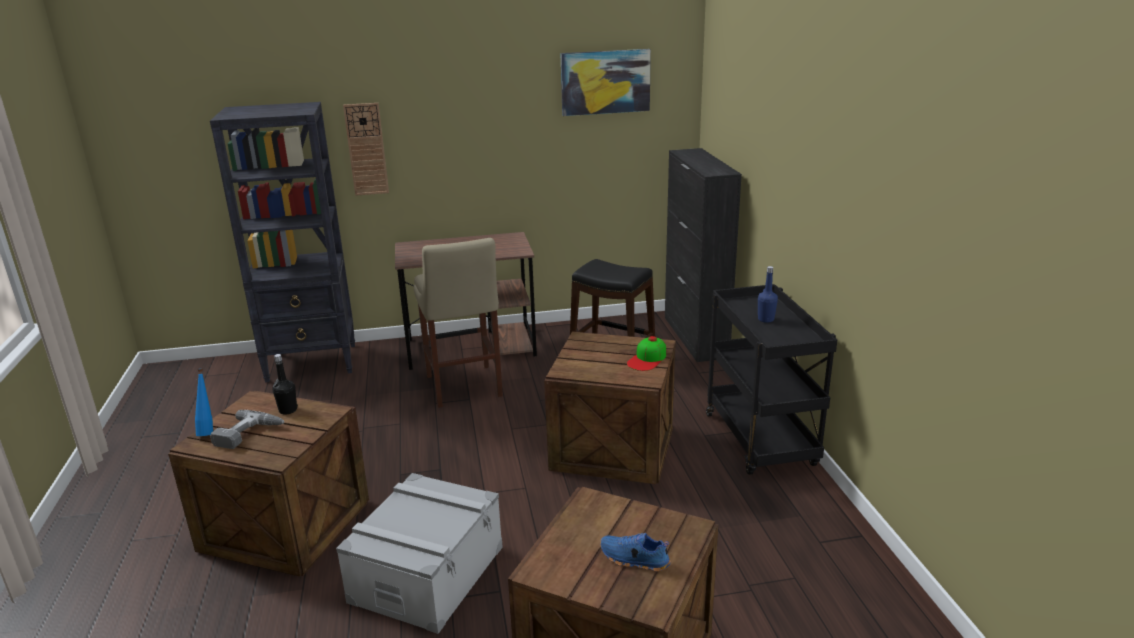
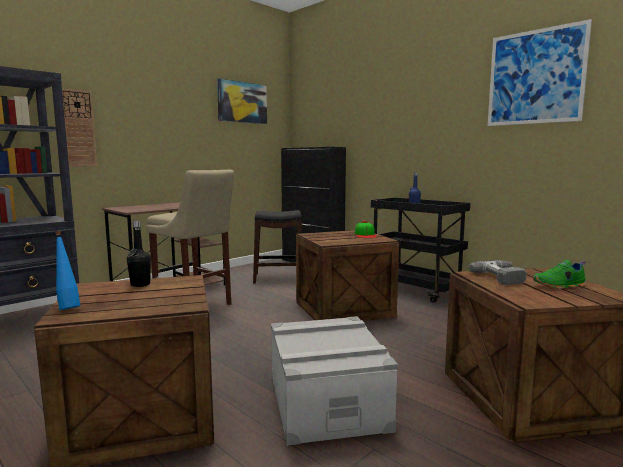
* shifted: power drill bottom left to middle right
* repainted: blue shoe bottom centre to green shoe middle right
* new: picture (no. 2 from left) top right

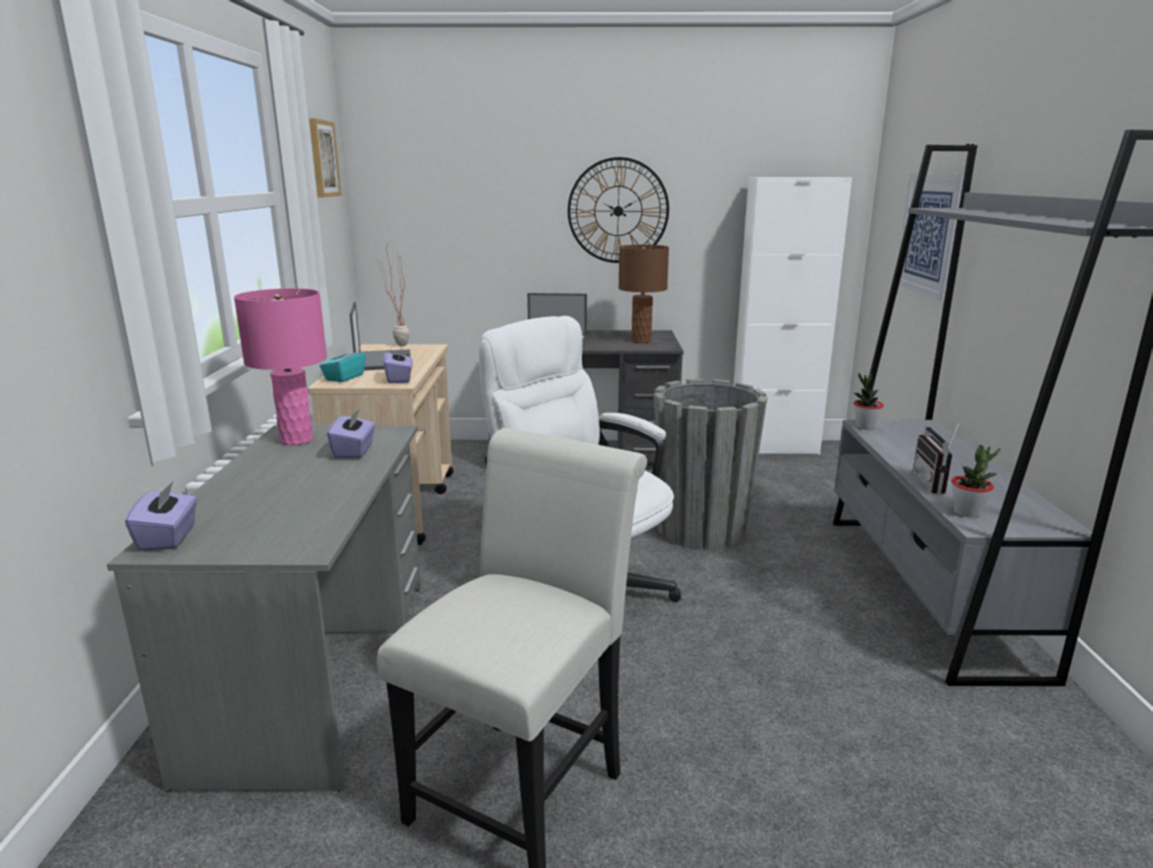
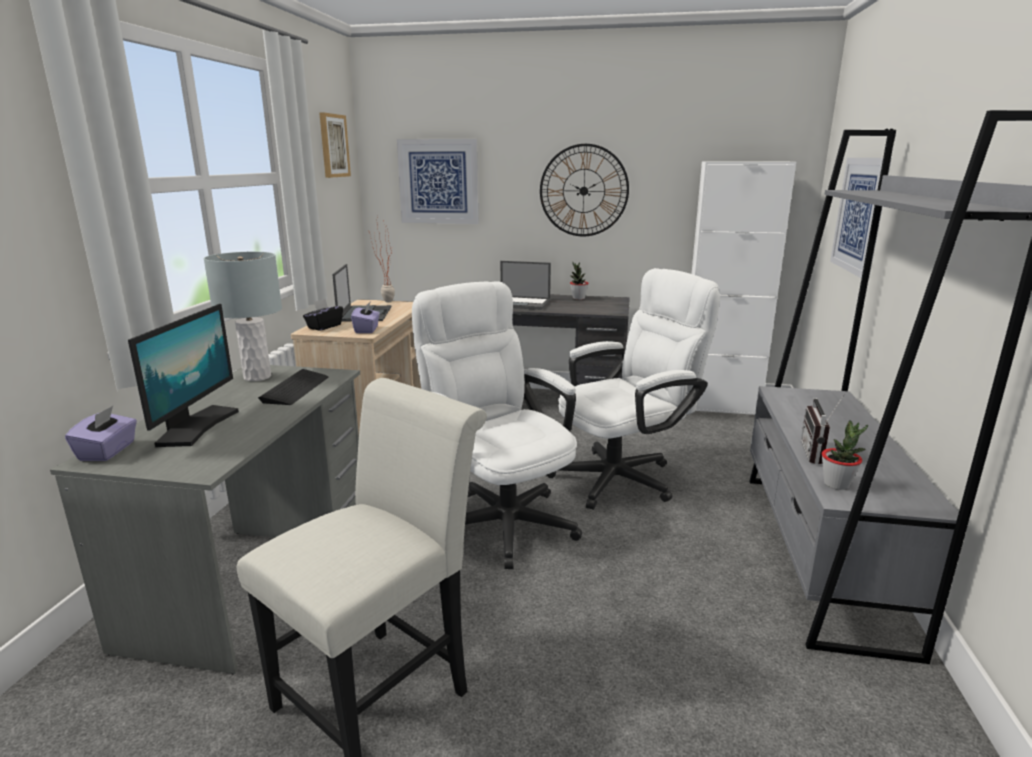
* gone: brown table lamp centre
* repainted: pink table lamp middle left to grey table lamp middle left
* repainted: turquoise tissue box middle left to black tissue box middle left
* shifted: potted plant (no. 2 from left) middle right to centre
* swapped: grey planter centre to white office chair (no. 2 from left) centre
* swapped: purple tissue box (no. 2 from left) middle left to keyboard middle left
* new: picture (no. 2 from left) top centre
* new: monitor middle left

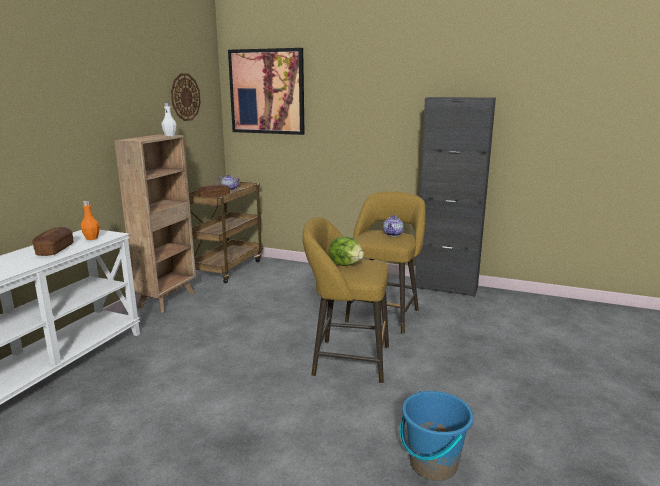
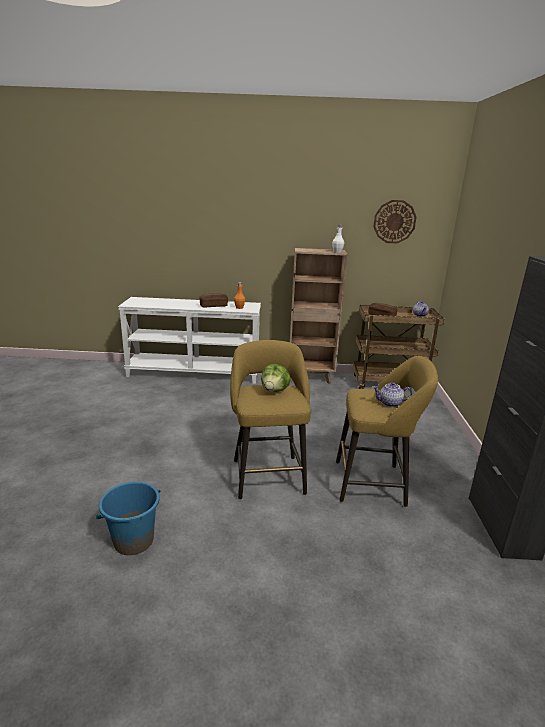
* gone: picture top centre

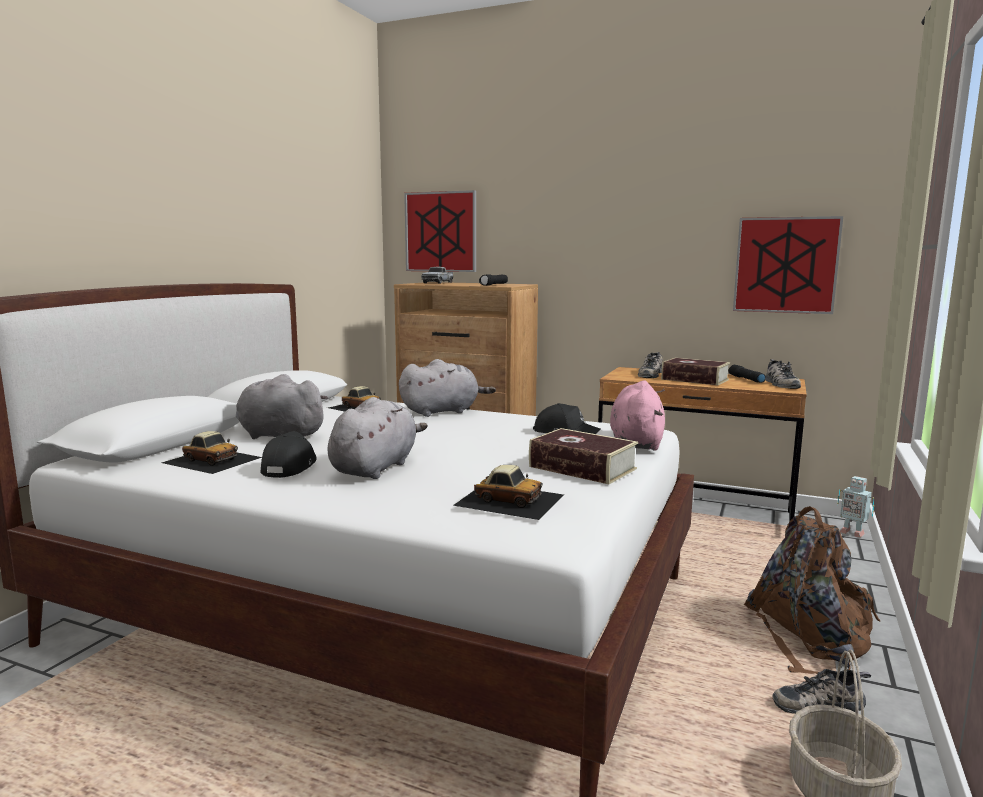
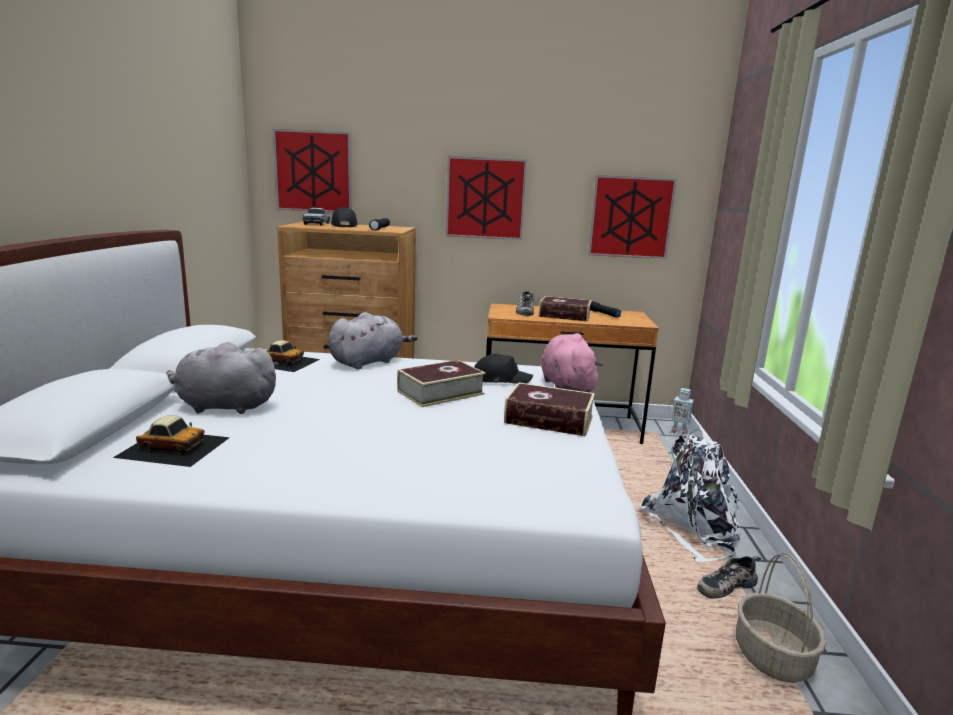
* gone: shoe (no. 2 from left) middle right
* gone: grey plush toy (no. 2 from left) centre
* shifted: black cap (no. 1 from left) middle left to top centre
* gone: toy car (no. 3 from left) centre
* repainted: brown backpack bottom right to white backpack bottom right
* new: picture (no. 2 from left) top centre
* new: book (no. 1 from left) centre

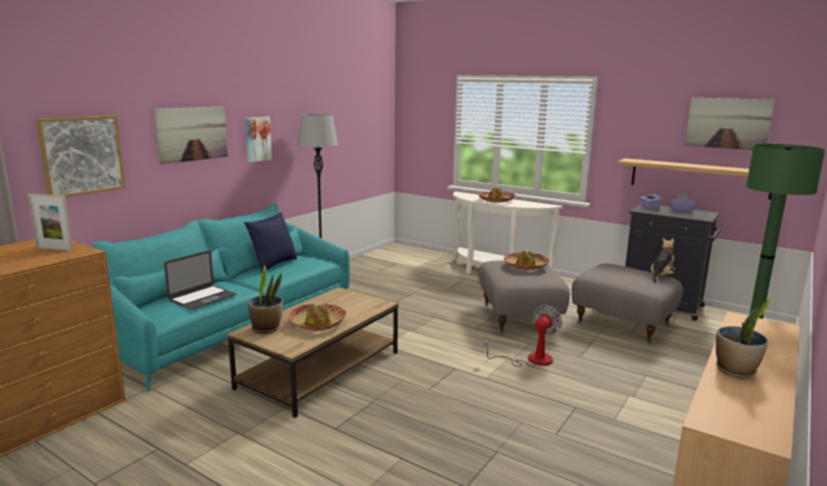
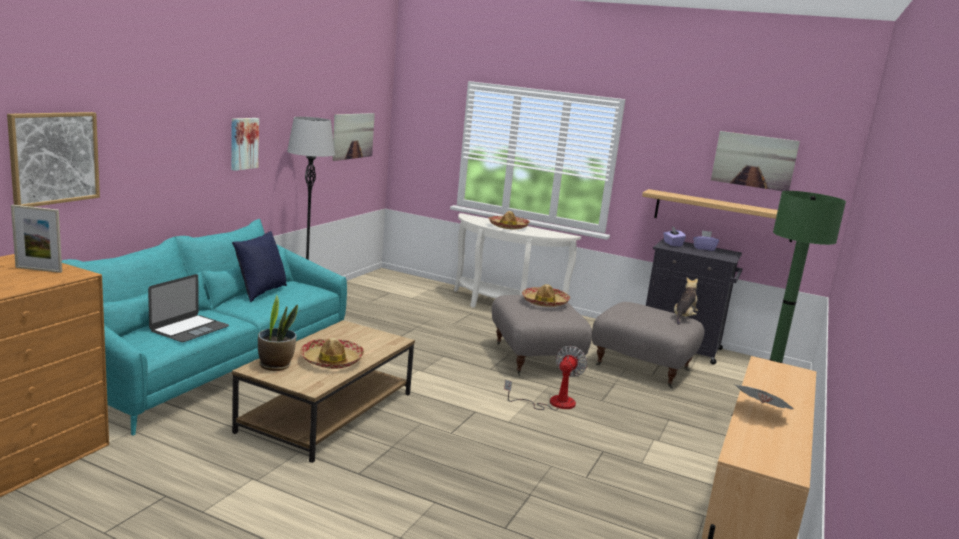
* shifted: picture (no. 2 from left in the first image) top left to picture (no. 3 from left) top centre
* swapped: potted plant (no. 2 from left) bottom right to newspaper bottom right

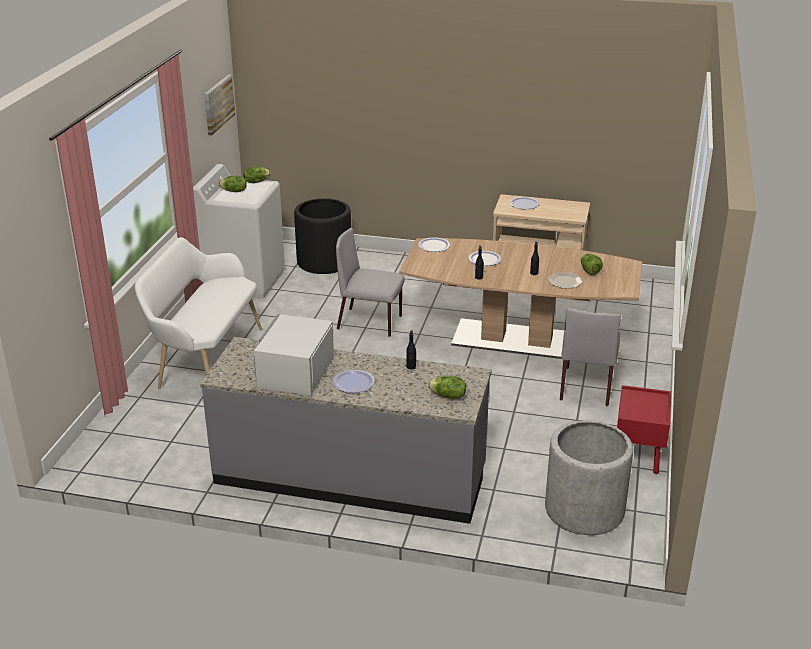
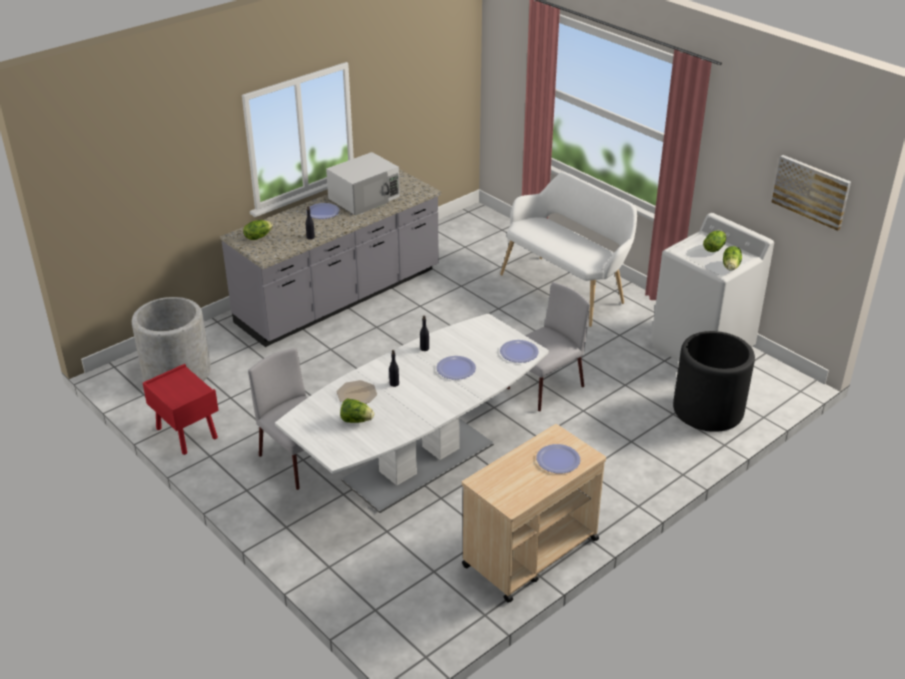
* repainted: brown dining table centre to white dining table centre
* rotated: white microwave centre = top centre 90 degrees clockwise

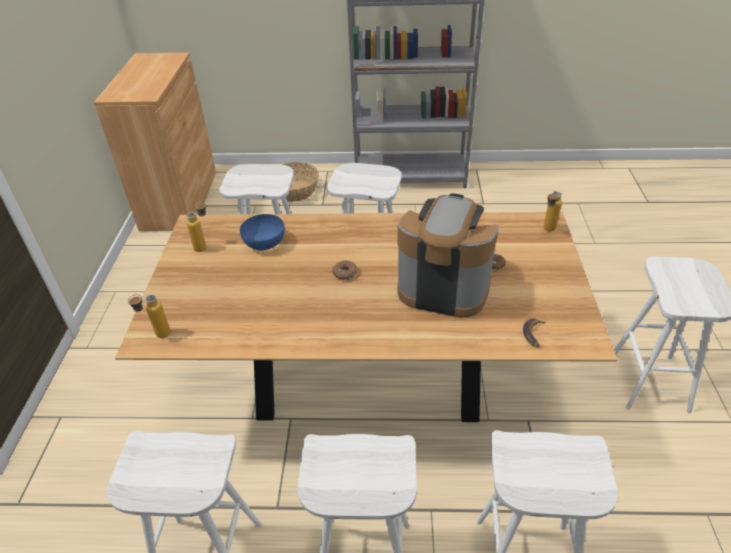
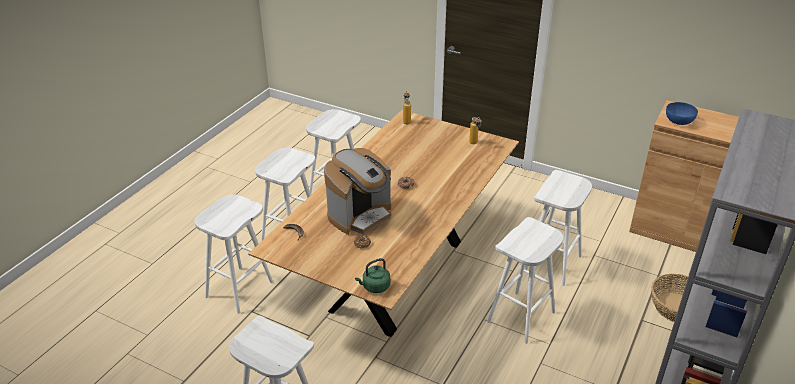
* swapped: bottle (no. 3 from left) middle right to green kettle bottom centre
* shifted: blue bowl centre to top right

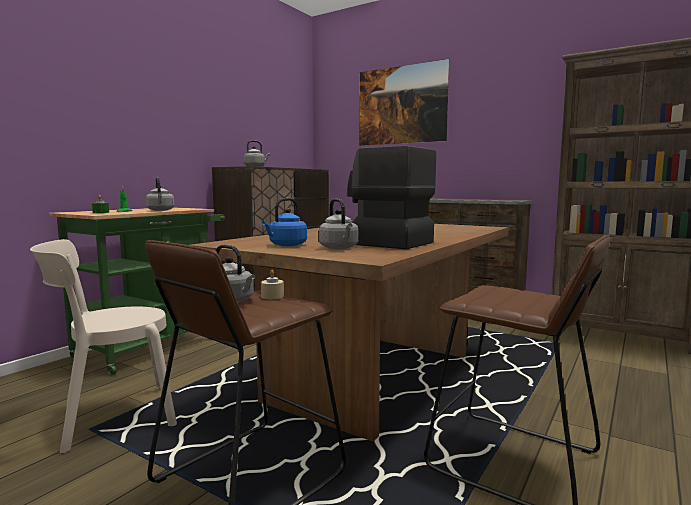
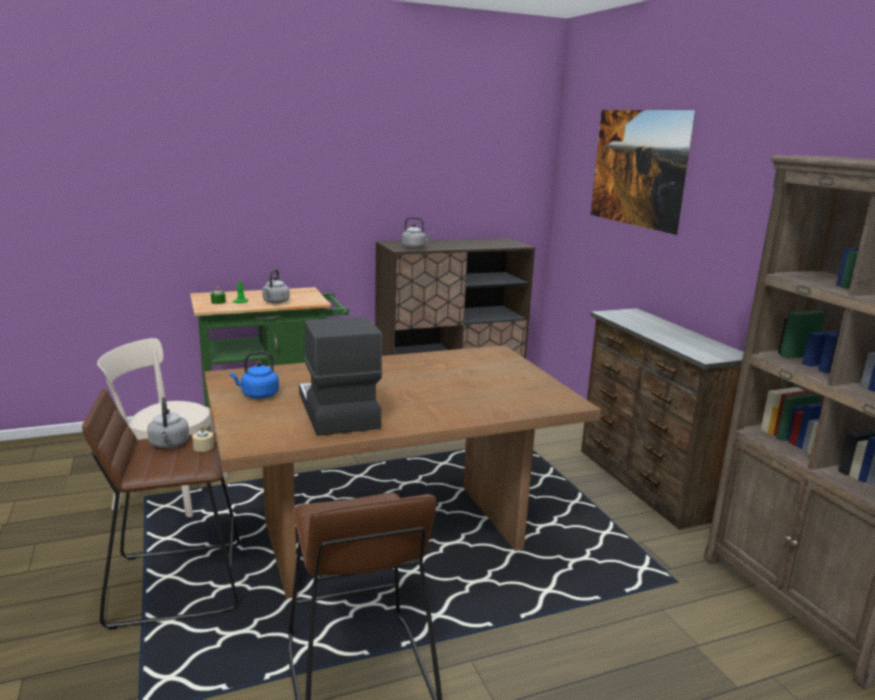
* gone: grey kettle (no. 4 from left) centre

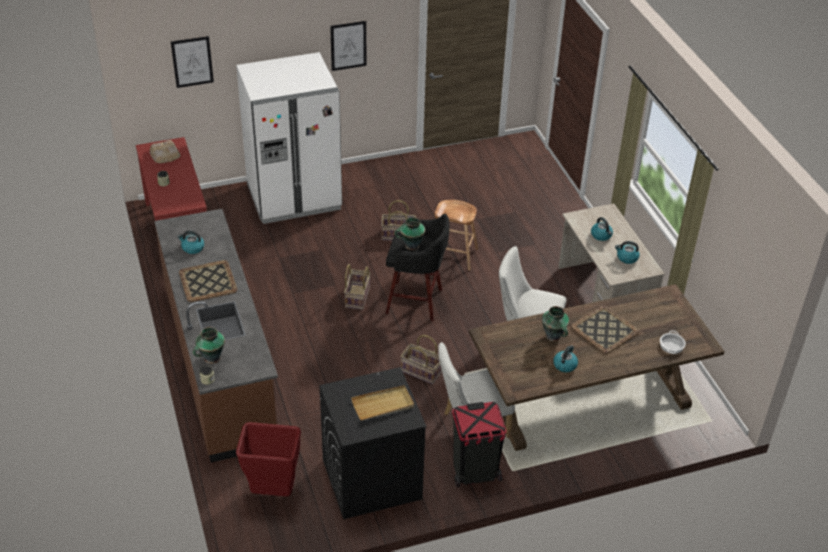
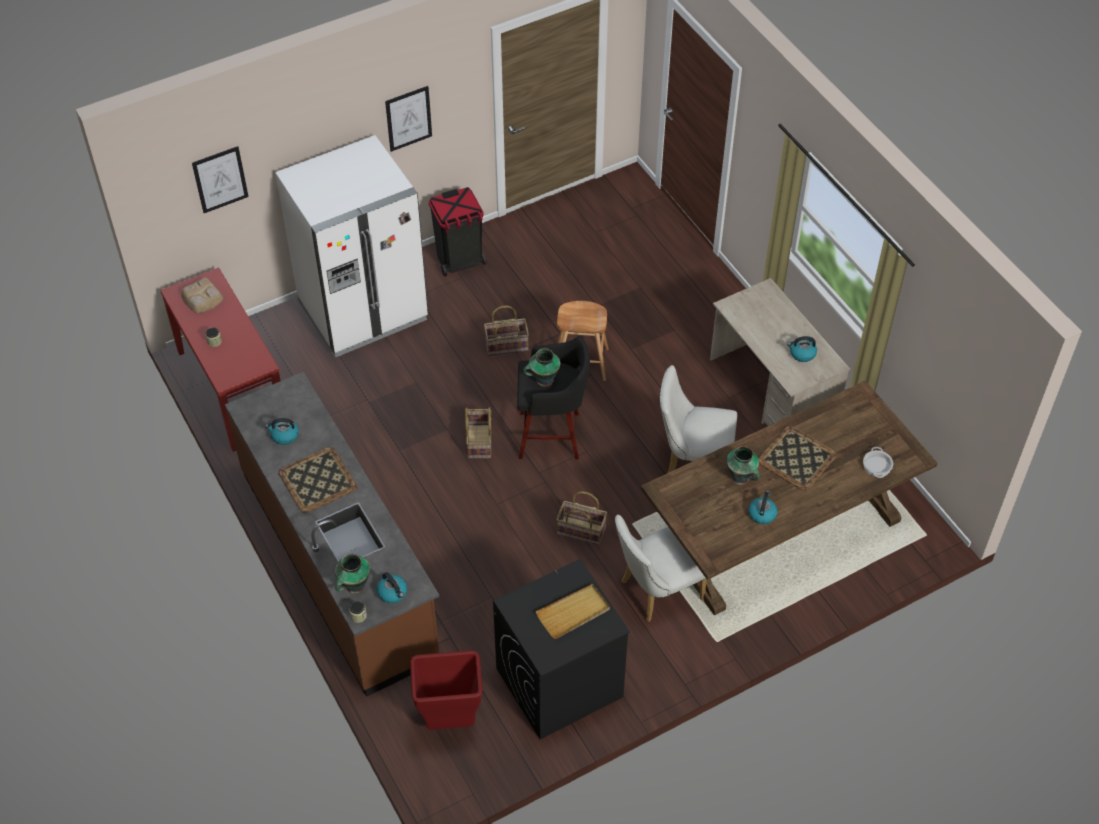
* shifted: kettle (no. 3 from left in the first image) middle right to kettle (no. 2 from left) bottom centre
* shifted: black trash can bottom centre to top centre

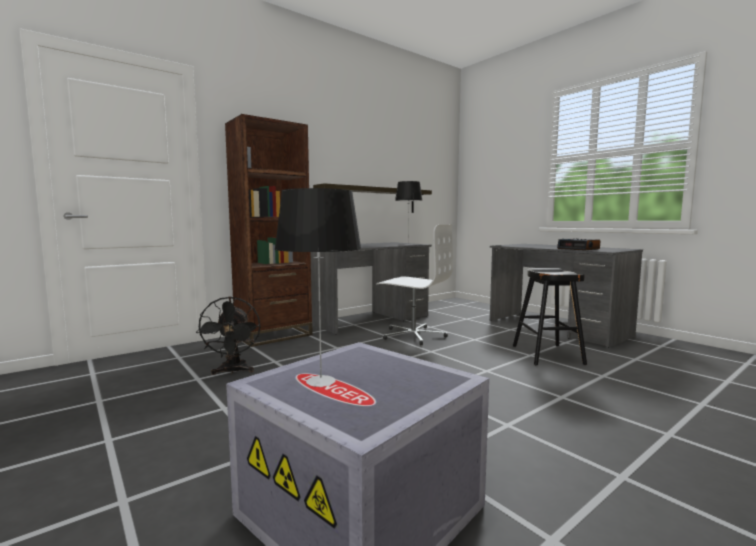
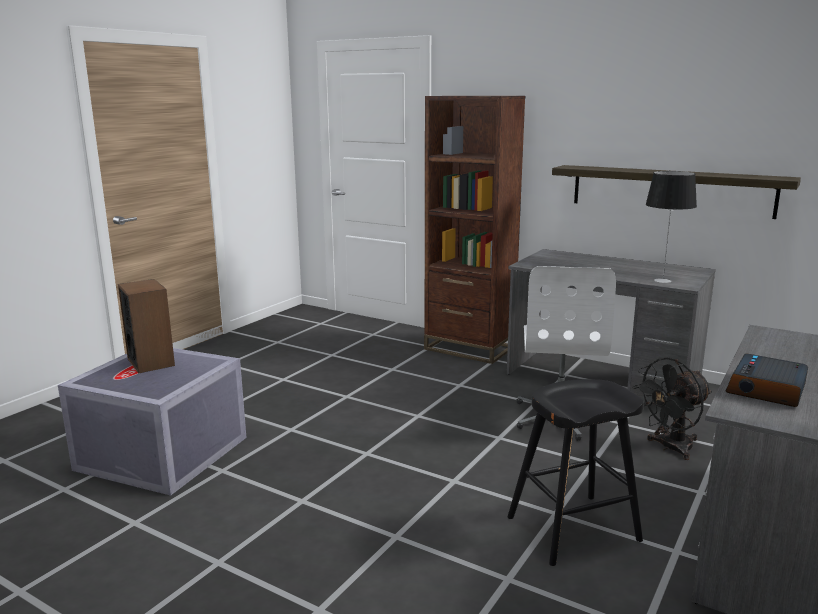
* swapped: table lamp (no. 1 from left) centre to speaker middle left
* shifted: black fan middle left to middle right

